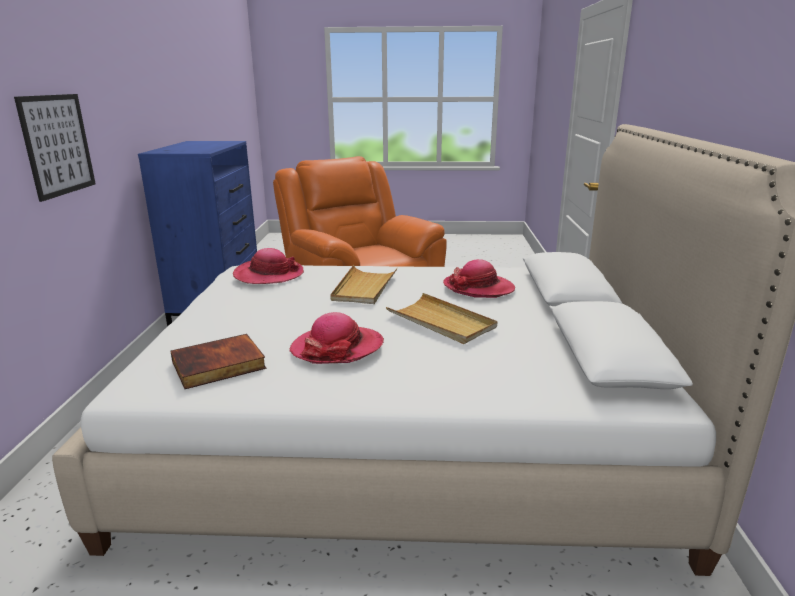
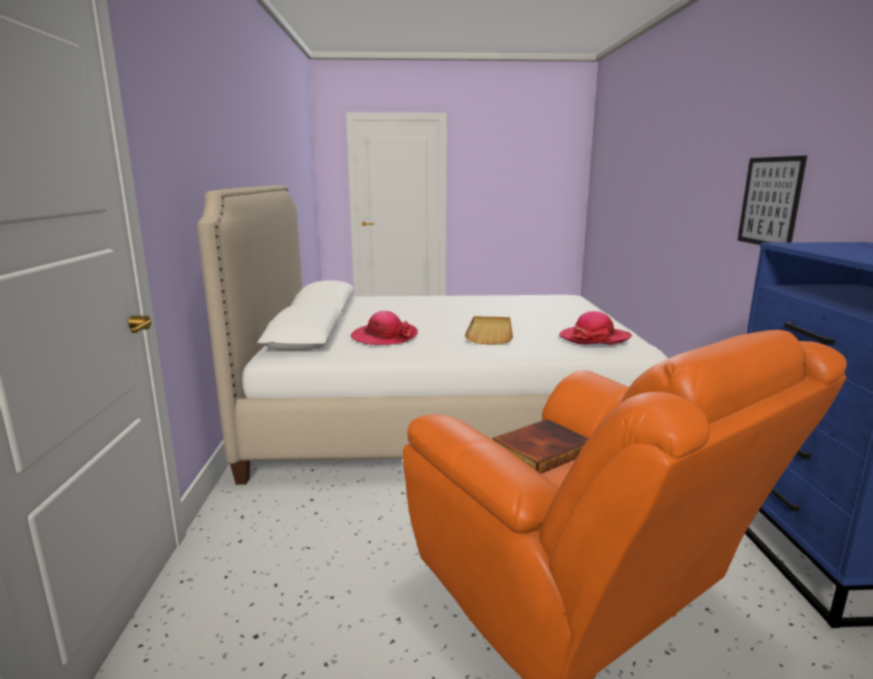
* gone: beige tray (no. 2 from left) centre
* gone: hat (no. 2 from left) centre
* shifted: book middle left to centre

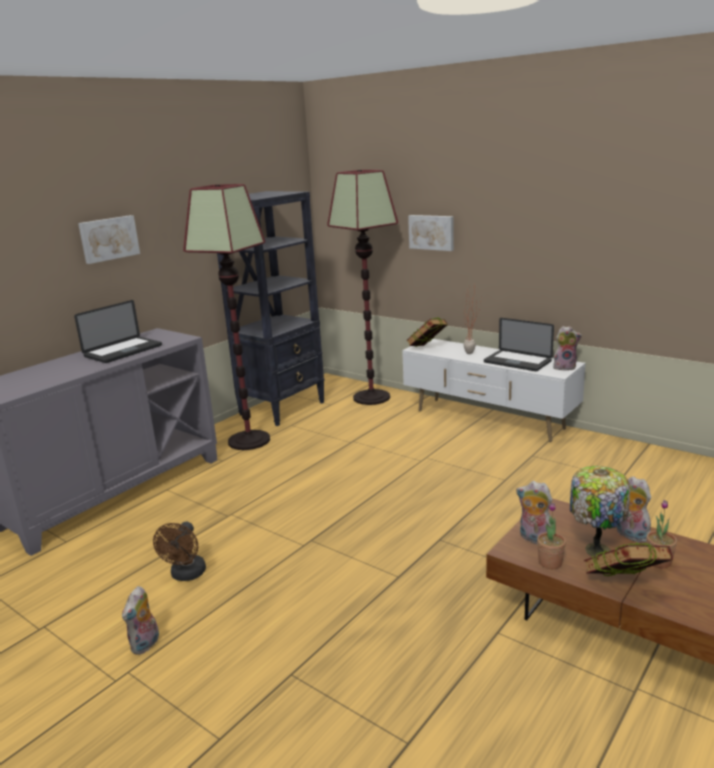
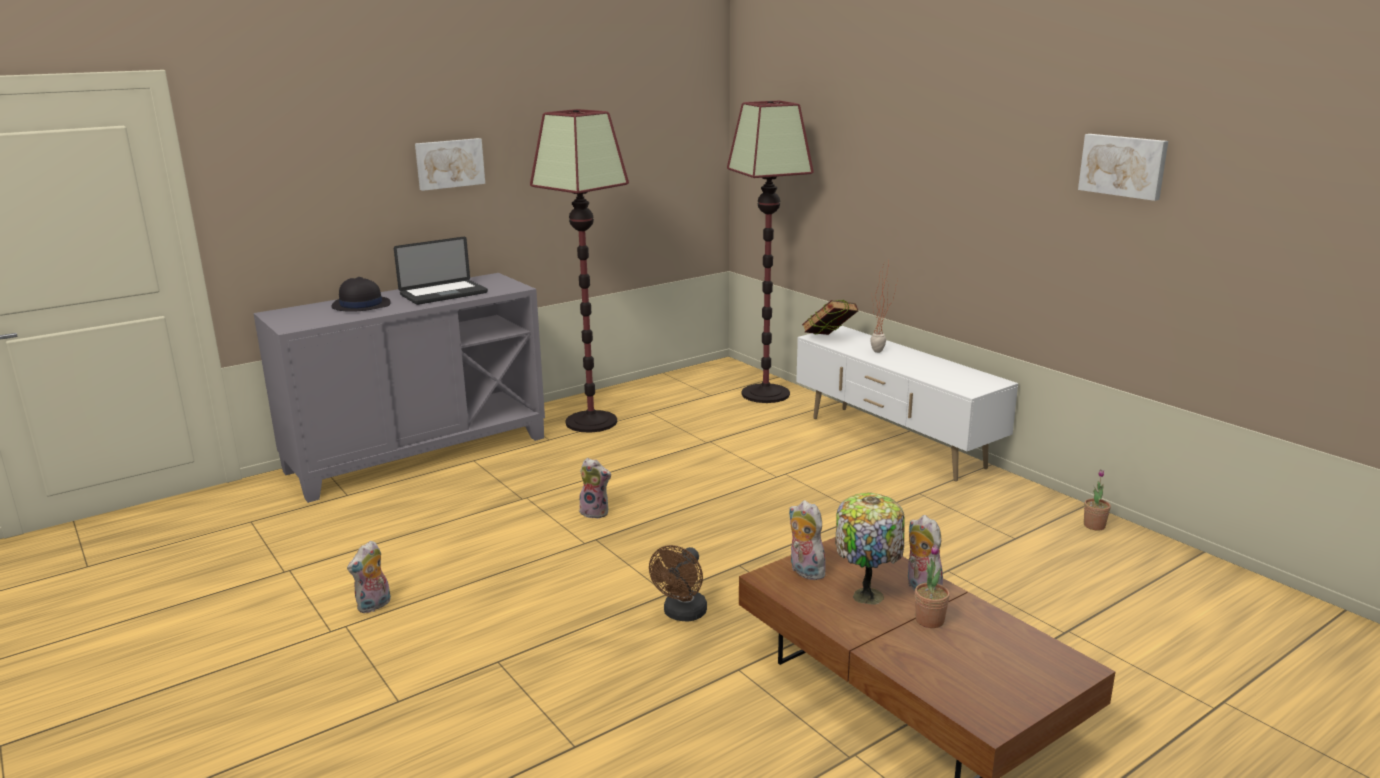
* gone: black bookcase centre
* shifted: picture (no. 2 from left) top centre to top right
* gone: laptop (no. 2 from left) middle right
* shifted: plush toy (no. 3 from left in the first image) middle right to plush toy (no. 2 from left) centre
* shifted: potted plant (no. 2 from left in the first image) bottom right to potted plant (no. 3 from left) middle right
* shifted: brown fan bottom left to bottom centre
* gone: book (no. 2 from left) bottom right
* new: black hat middle left

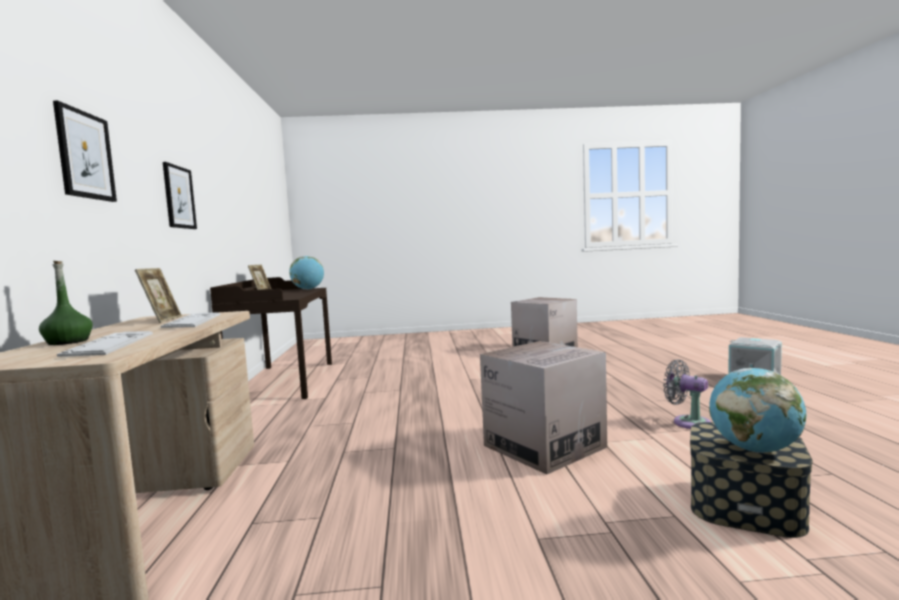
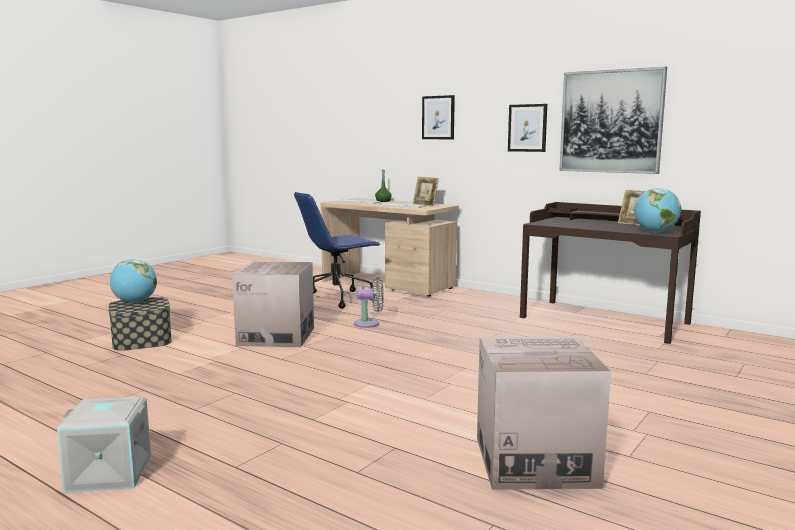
* shifted: grey fan middle right to centre
* new: picture (no. 3 from left) top right
* new: blue office chair centre

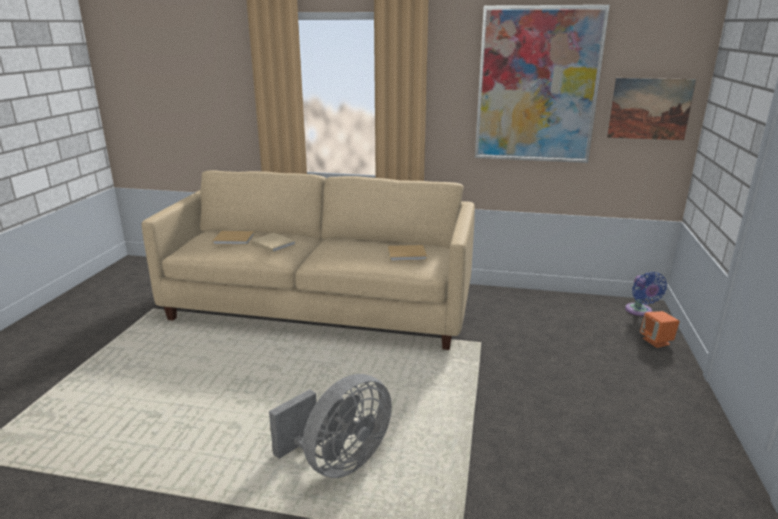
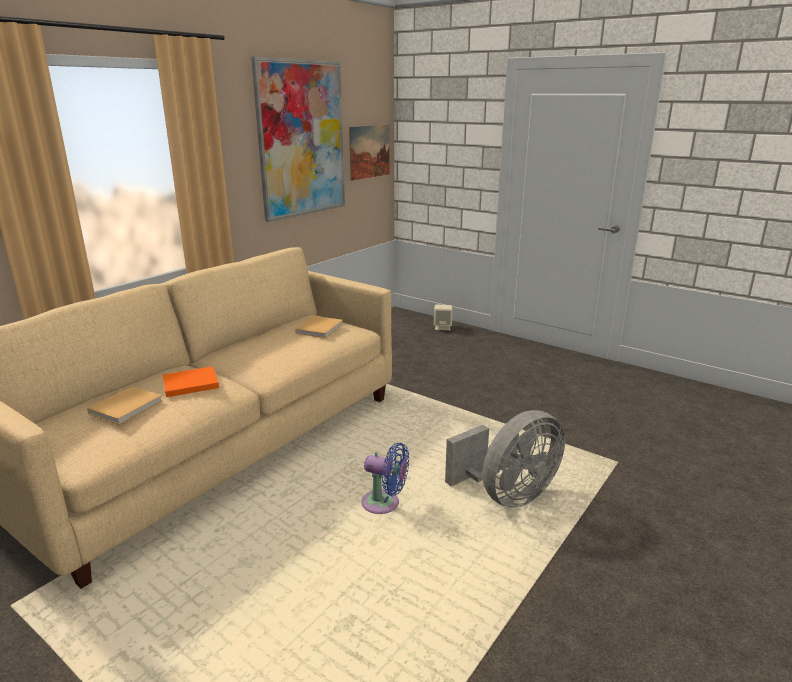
* repainted: beige book (no. 2 from left) centre to orange book middle left
* shifted: blue fan middle right to bottom centre
* repainted: orange speaker middle right to beige speaker centre
* rotated: grey fan bottom centre = bottom centre 75 degrees clockwise

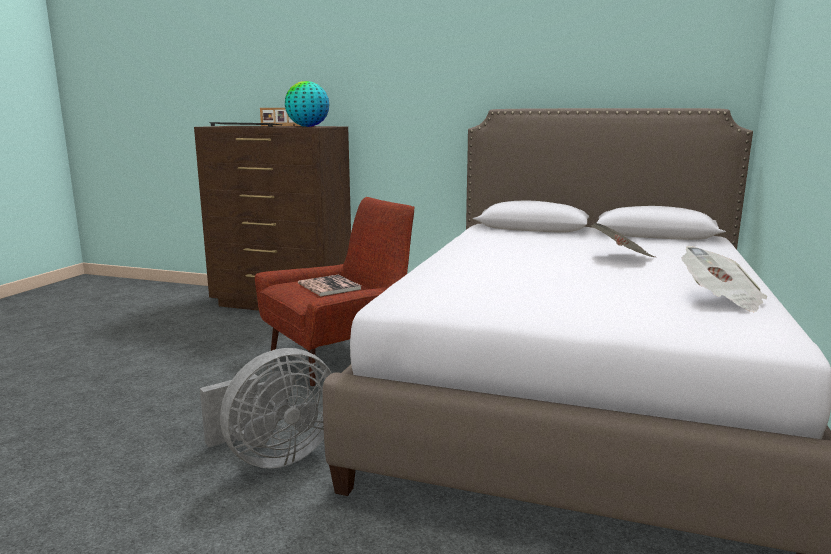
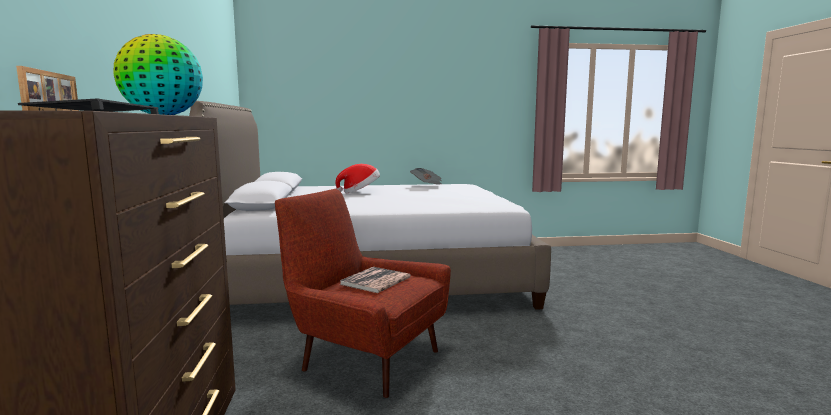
* swapped: newspaper (no. 1 from left) middle right to hat centre
* gone: grey fan bottom left

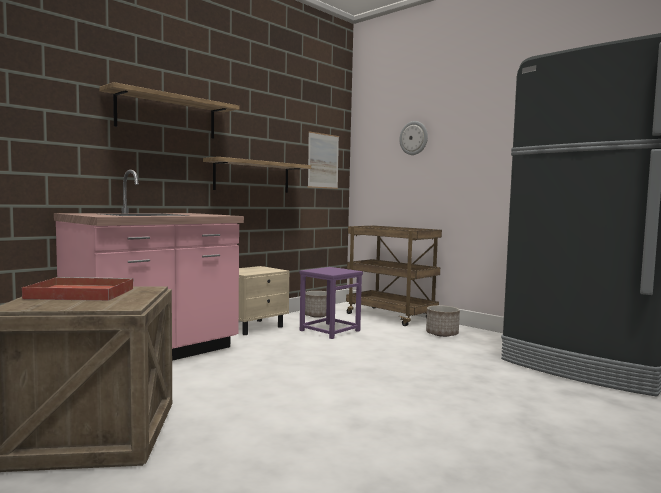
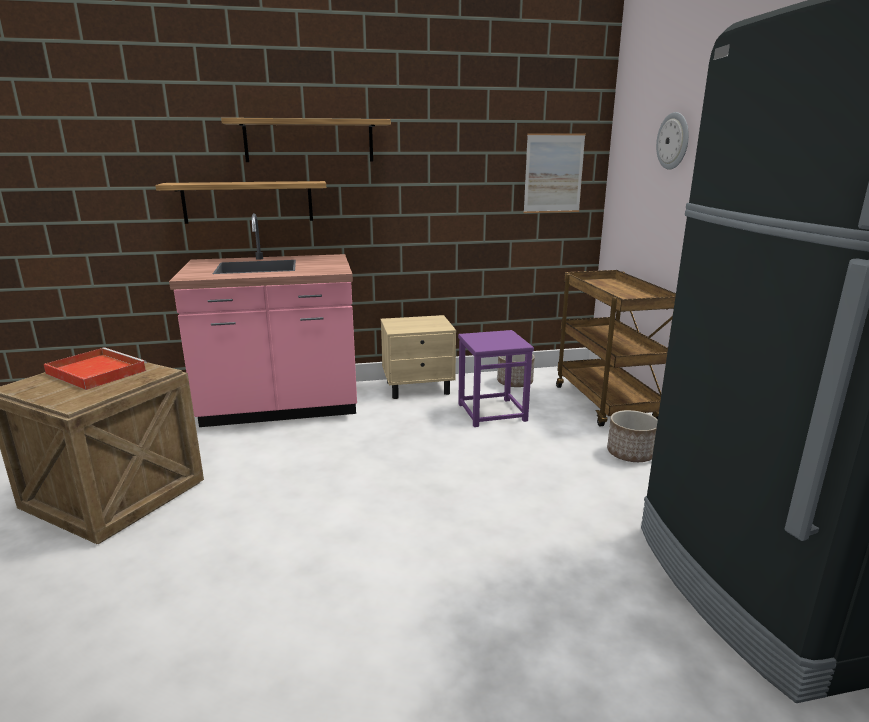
* shifted: shelf (no. 2 from left in the first image) centre to shelf (no. 1 from left) top left

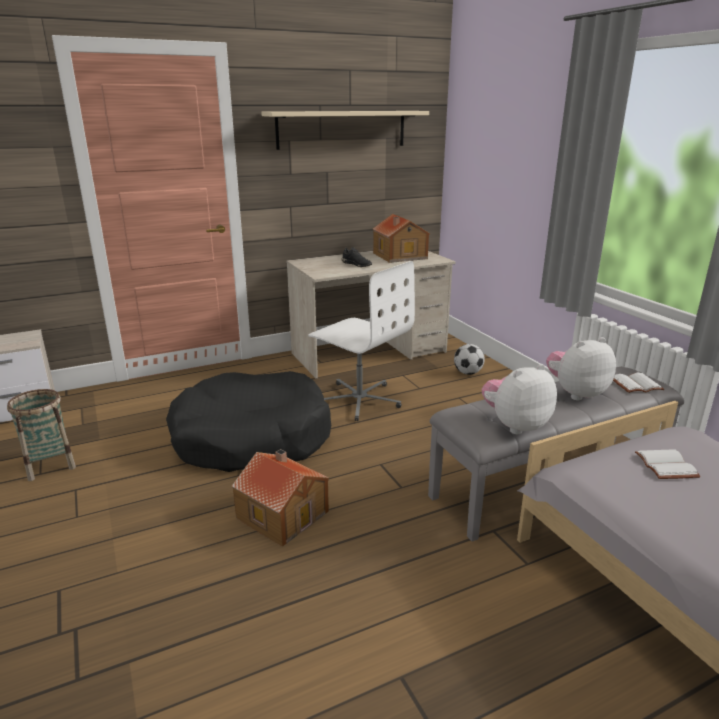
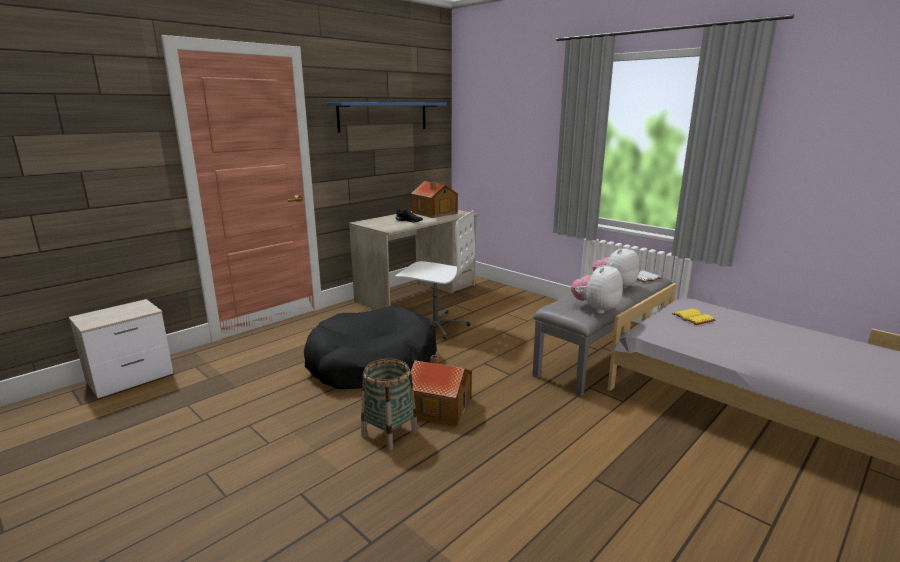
* repainted: beige shelf top centre to blue shelf top centre
* gone: football centre
* shifted: basket middle left to bottom centre
* repainted: white book (no. 2 from left) middle right to yellow book middle right

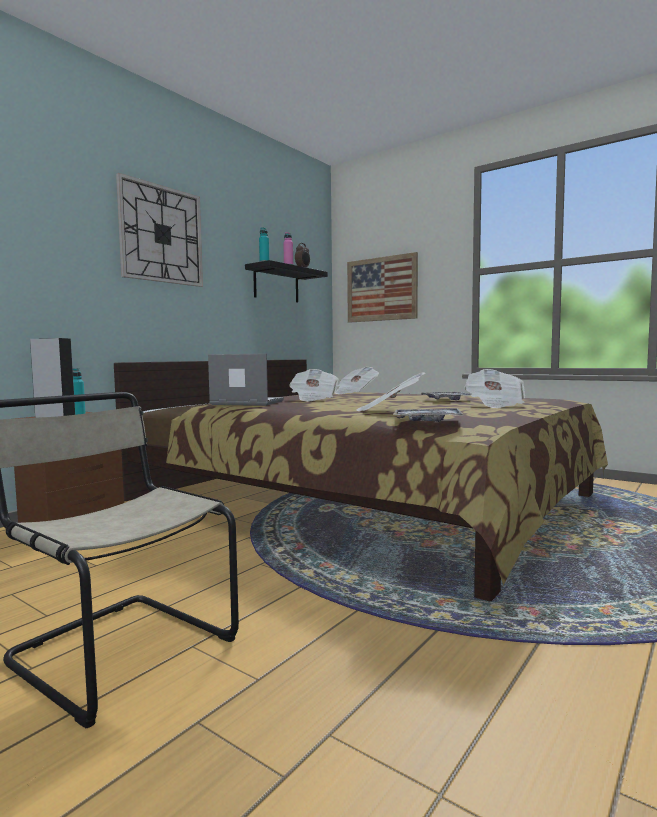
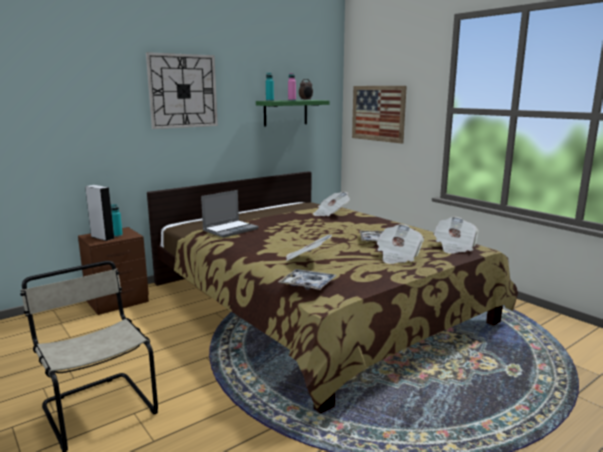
* repainted: black shelf centre to green shelf top centre
* rotated: laptop centre = centre 105 degrees clockwise
* shifted: newspaper (no. 1 from left in the first image) centre to newspaper (no. 4 from left) middle right

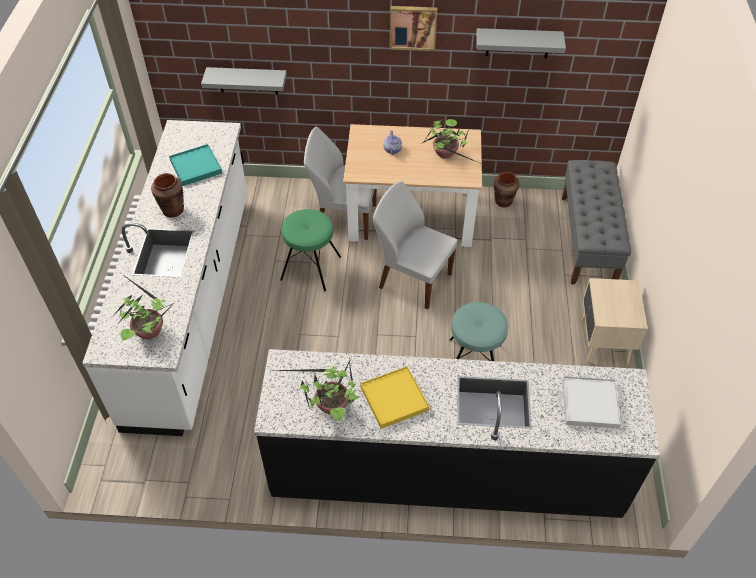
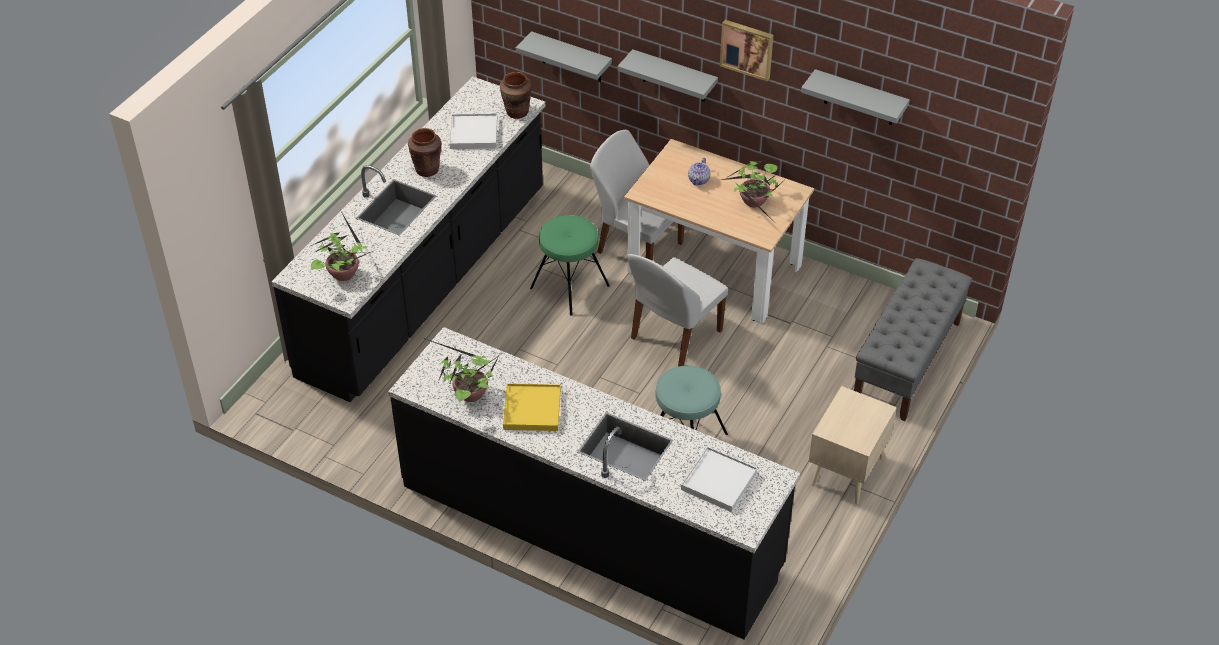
* repainted: white counter middle left to black counter (no. 1 from left) centre
* repainted: turquoise tray top left to white tray (no. 1 from left) top centre
* shifted: brown vase (no. 2 from left) top right to top centre
* rotated: white chair (no. 2 from left) centre = centre 105 degrees counterclockwise
* new: grey shelf (no. 2 from left) top centre

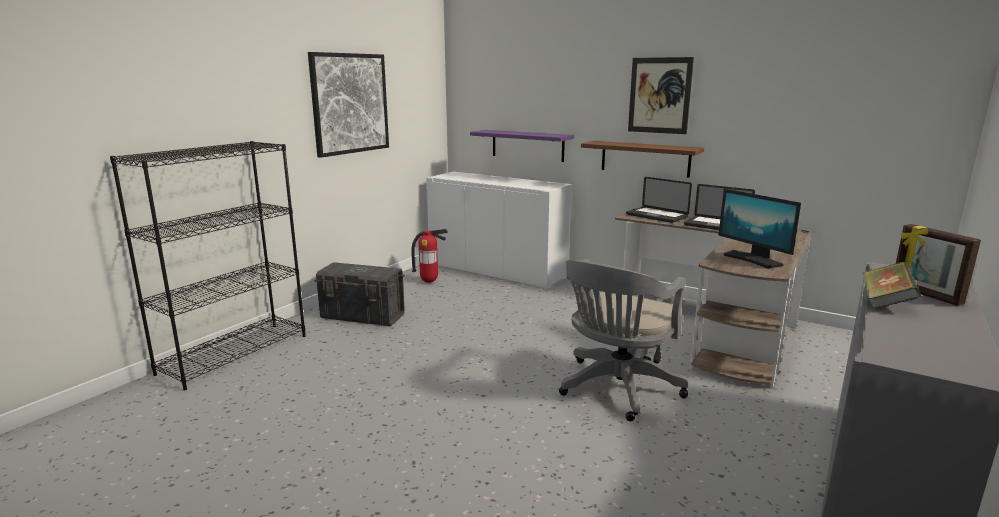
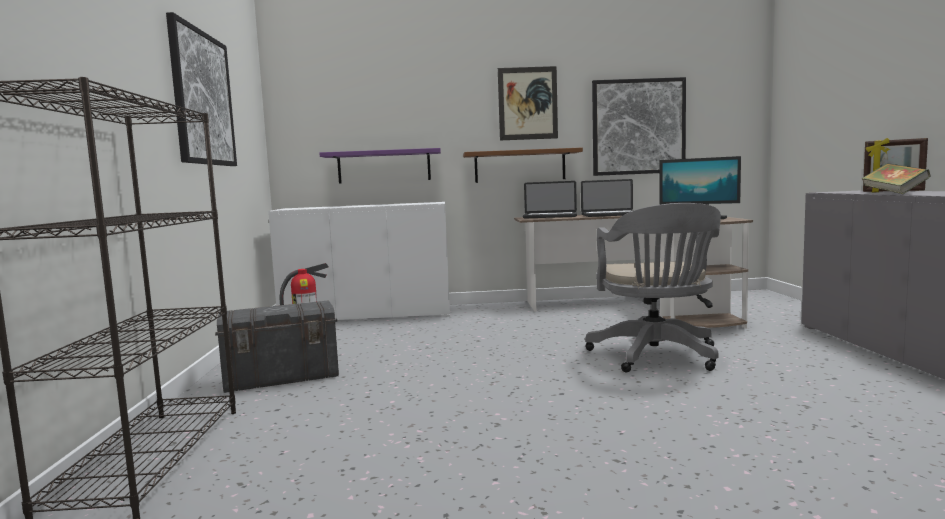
* new: picture (no. 3 from left) top right

